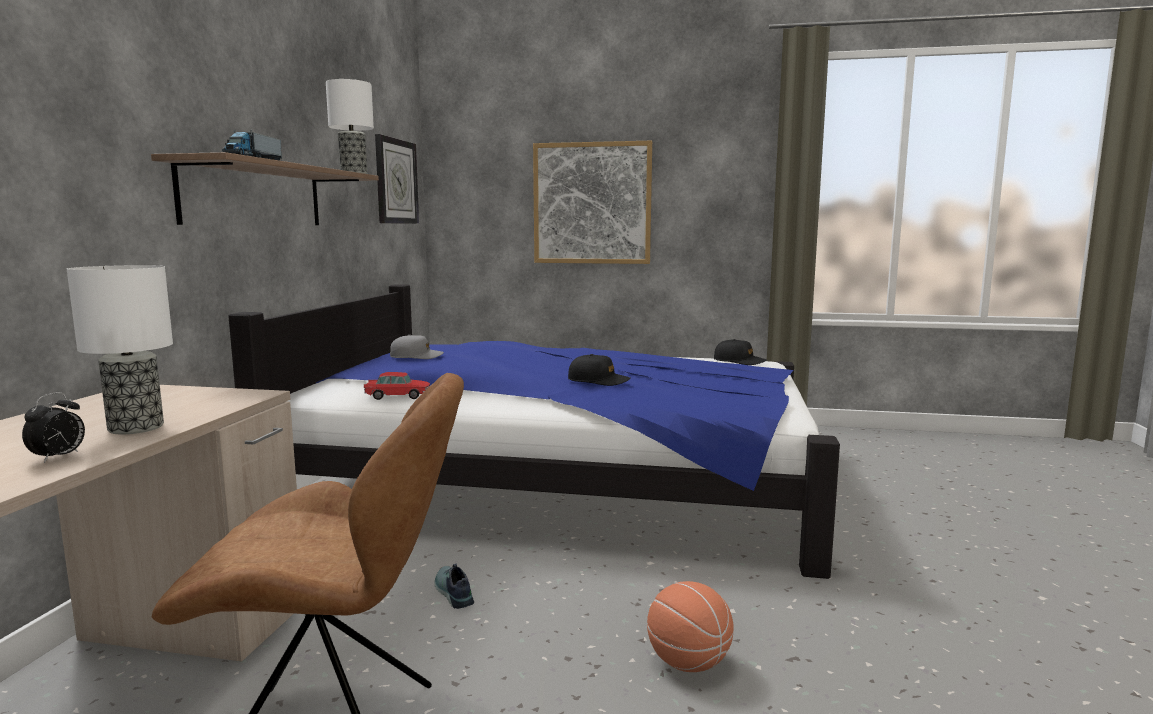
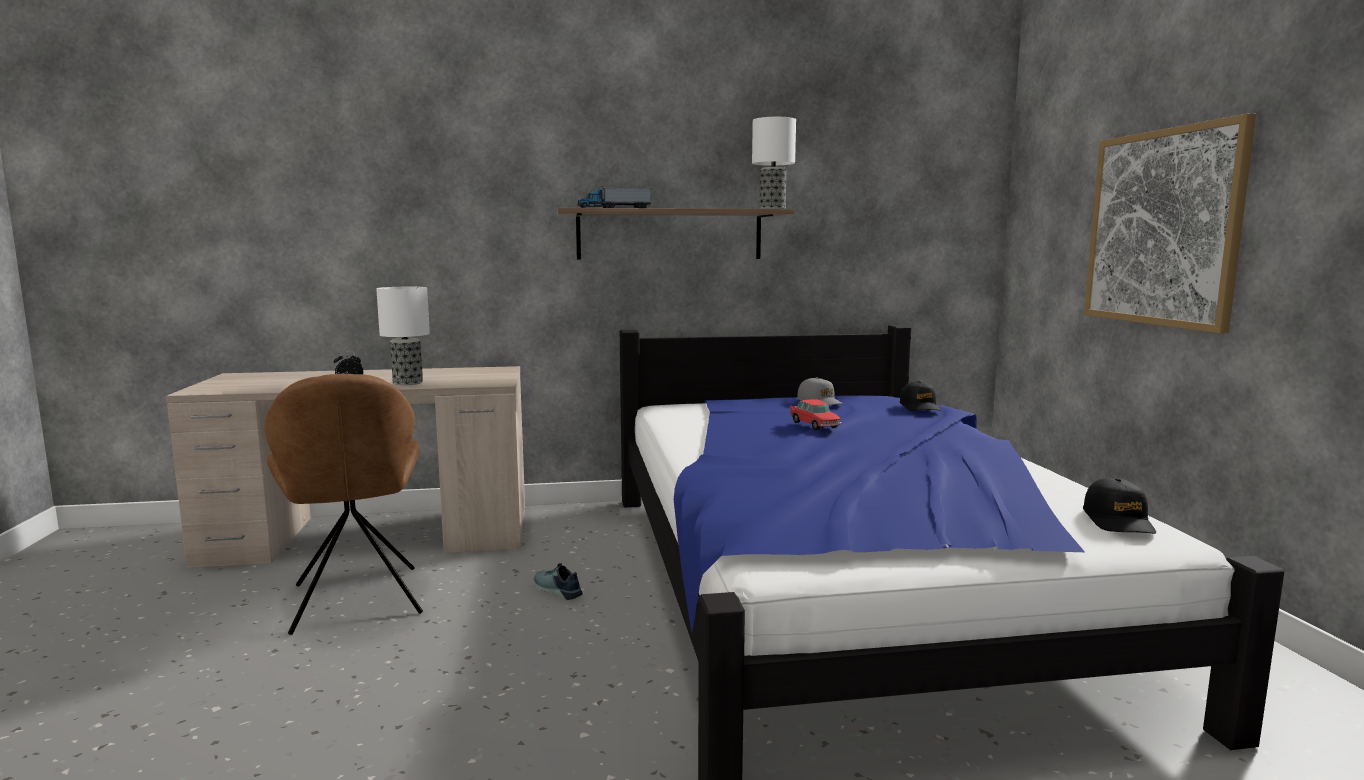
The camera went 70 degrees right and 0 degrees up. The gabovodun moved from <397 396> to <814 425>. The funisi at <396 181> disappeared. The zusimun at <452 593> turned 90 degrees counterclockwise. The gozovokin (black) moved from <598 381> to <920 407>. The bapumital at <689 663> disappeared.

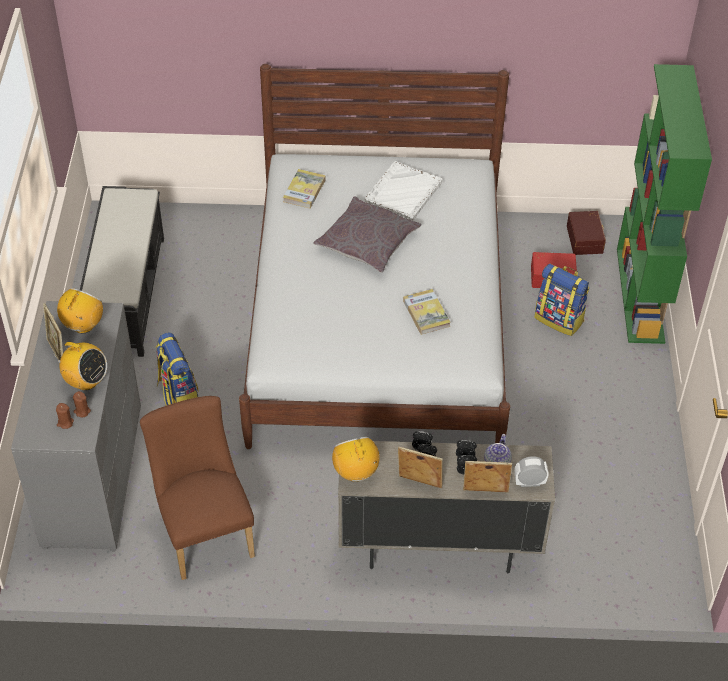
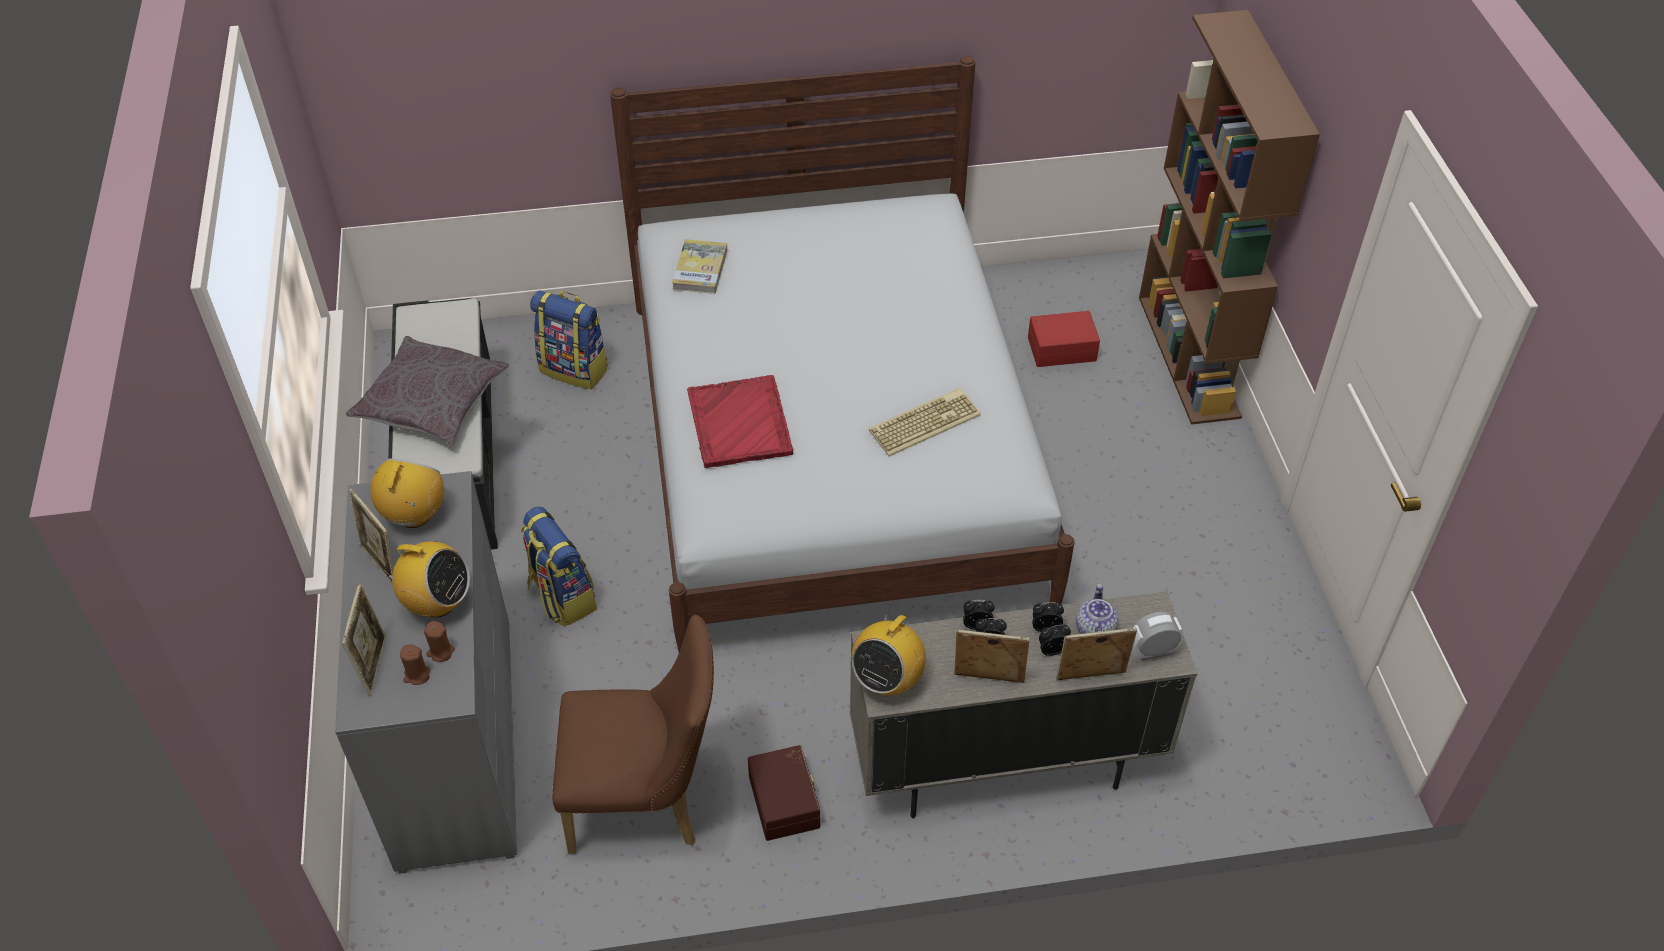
The camera went 10 degrees left and 0 degrees up. The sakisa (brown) at <204 530> turned 120 degrees clockwise. The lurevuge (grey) moved from <367 242> to <431 402>. The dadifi at <356 473> turned 120 degrees counterclockwise. The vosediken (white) at <403 192> disappeared. The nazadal at <426 313> was replaced by the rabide at <924 421>. The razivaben moved from <559 319> to <575 369>. The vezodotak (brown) moved from <585 239> to <786 800>. The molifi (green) at <641 295> became the molifi (brown) at <1189 357>. The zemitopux at <374 664> appeared. The vosediken (red) at <739 424> appeared.

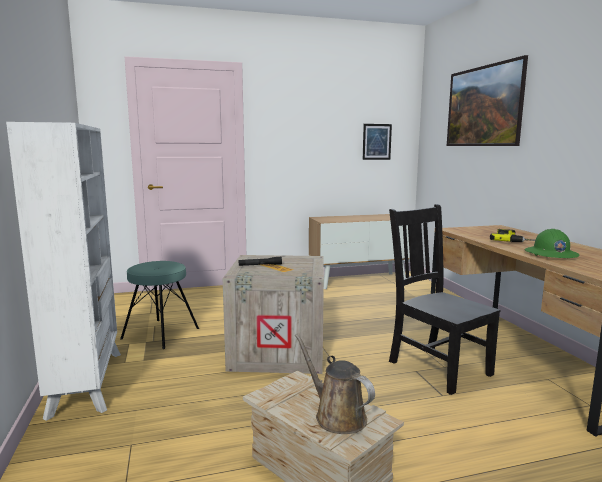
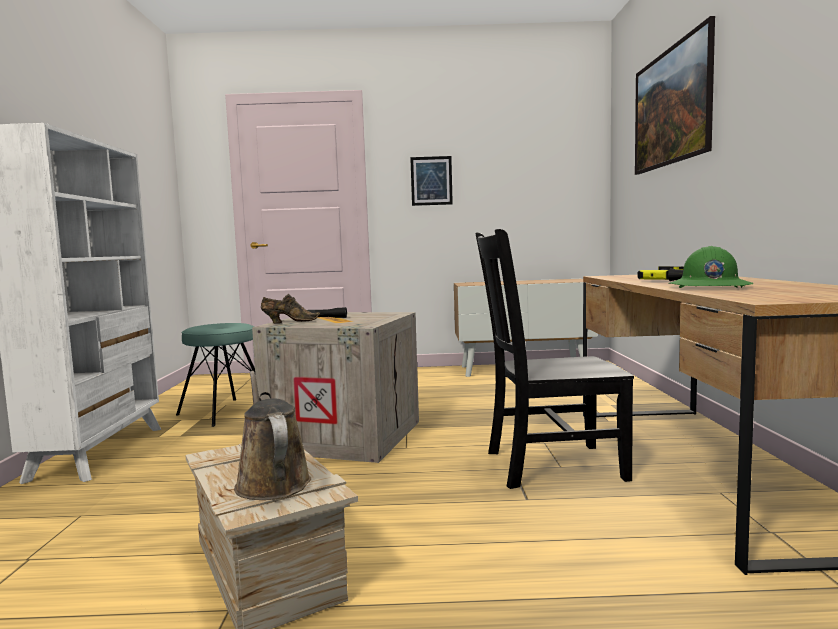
The camera went 15 degrees right and 5 degrees down. The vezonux moved from <376 141> to <431 181>. The sakisa (black) at <436 366> turned 75 degrees counterclockwise. The zusimun (brown) at <289 322> appeared.

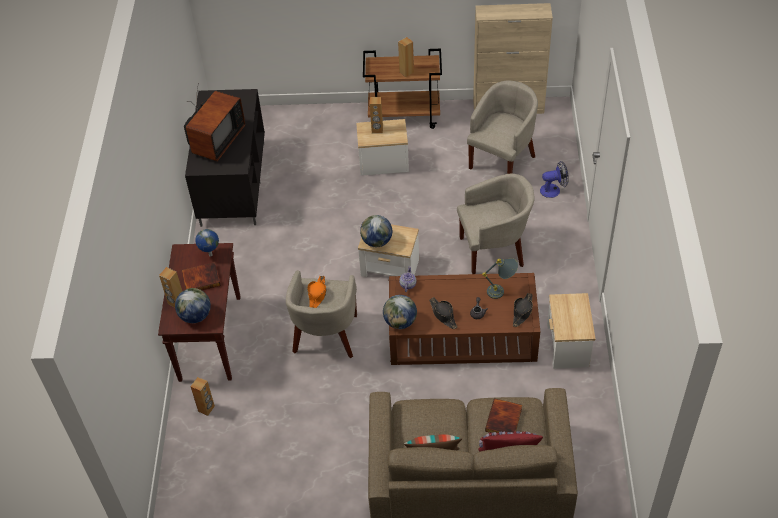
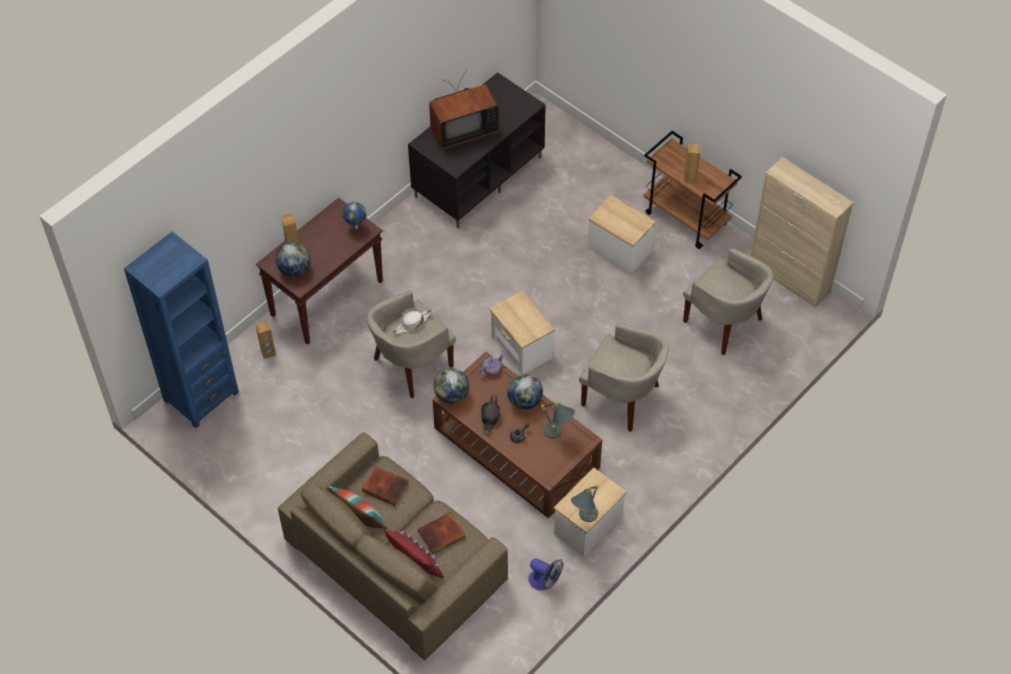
The camera went 40 degrees right and 5 degrees up. The nazadal moved from <201 279> to <386 486>. The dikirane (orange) at <317 295> became the dikirane (white) at <412 323>. The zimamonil moved from <377 241> to <524 401>. The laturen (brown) at <377 130> disappeared. The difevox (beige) at <502 160> turned 60 degrees clockwise. The dikirane (black) at <522 312> disappeared. The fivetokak moved from <553 190> to <545 582>. The molifi (blue) at <201 396> appeared. The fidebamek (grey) at <584 519> appeared.

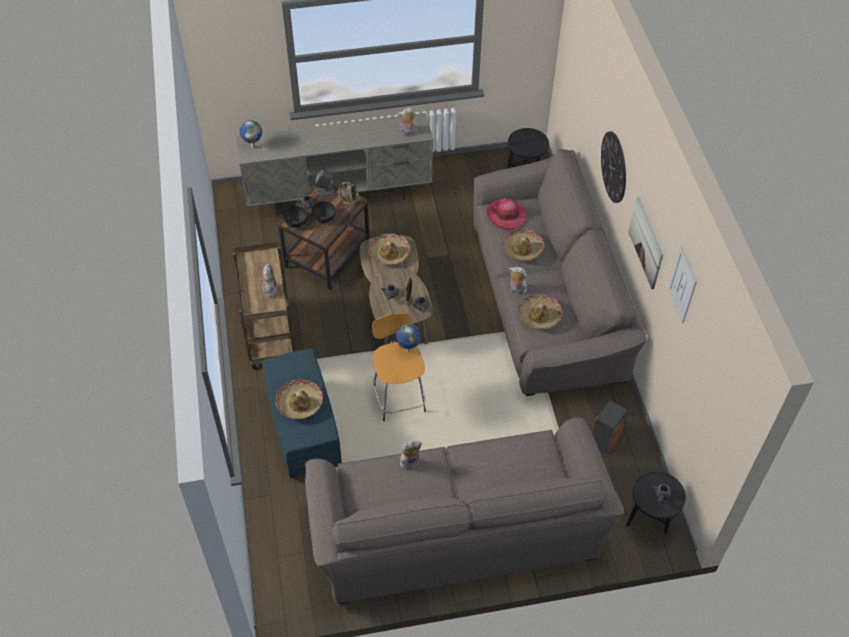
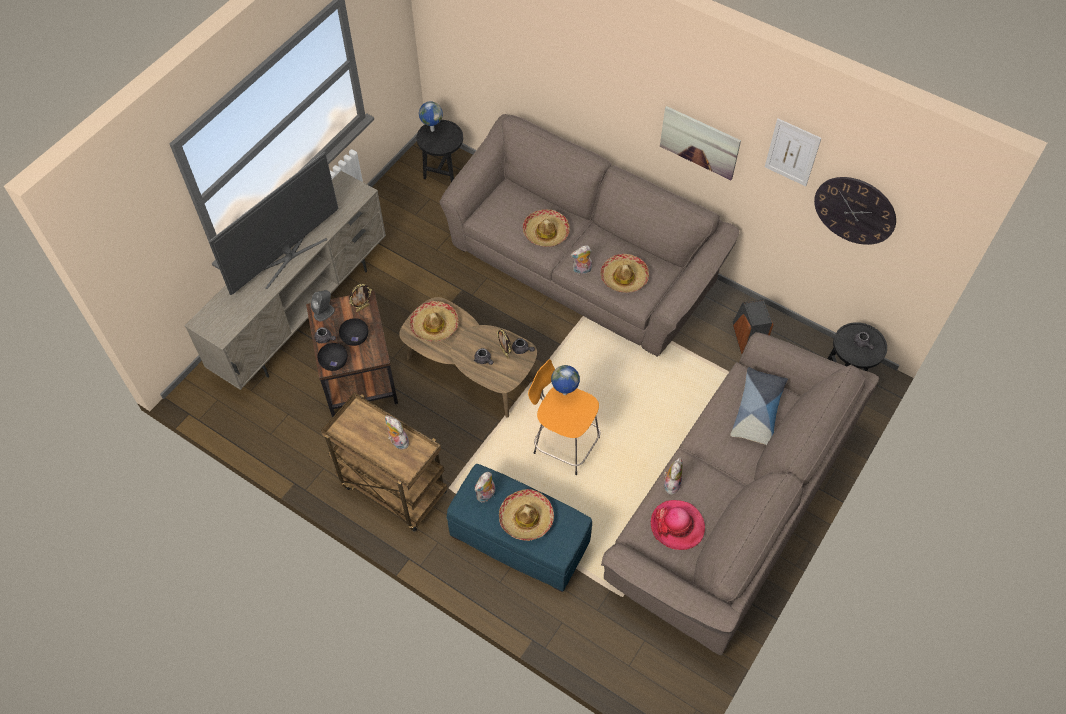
The camera went 45 degrees left and 5 degrees up. The zimamonil moved from <253 147> to <432 130>. The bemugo moved from <408 132> to <486 495>. The dikirane moved from <506 215> to <677 526>. The funisi moved from <614 167> to <855 210>. The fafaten at <288 256> appeared. The lurevuge at <758 411> appeared.

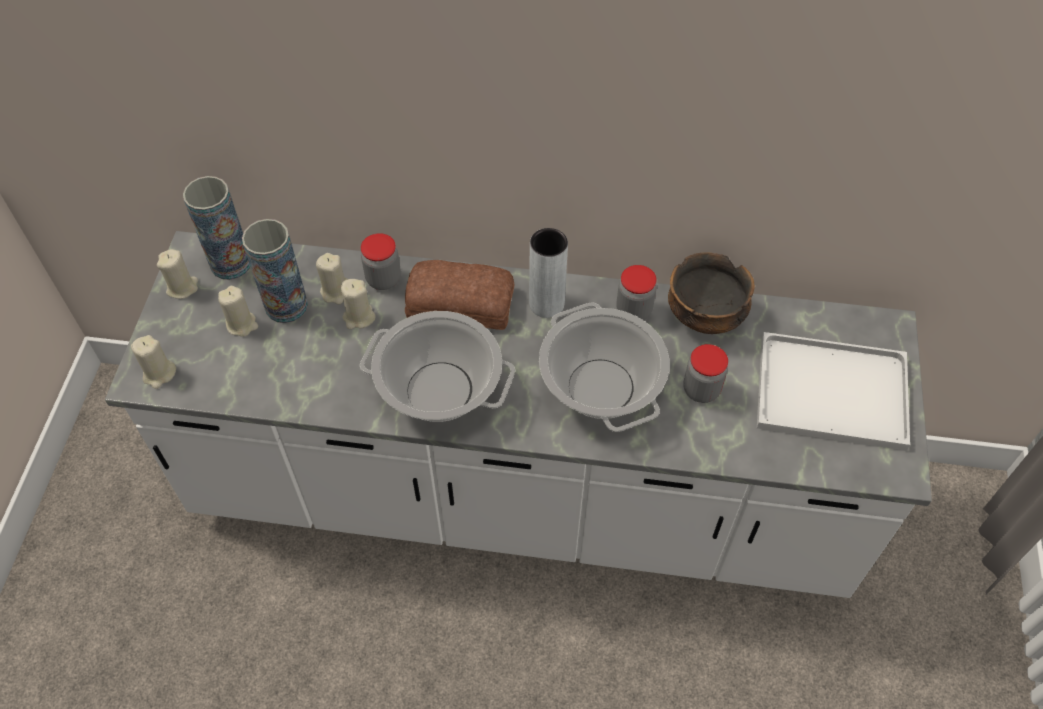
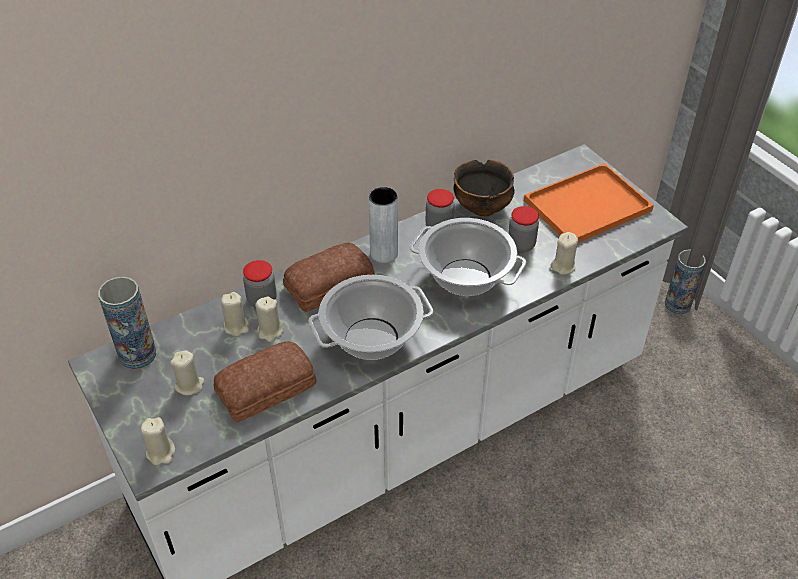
The camera went 40 degrees left and 10 degrees down. The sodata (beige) moved from <182 287> to <563 266>. The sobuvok moved from <286 305> to <677 304>. The vosediken (white) at <828 393> became the vosediken (orange) at <586 207>. The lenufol at <267 388> appeared.

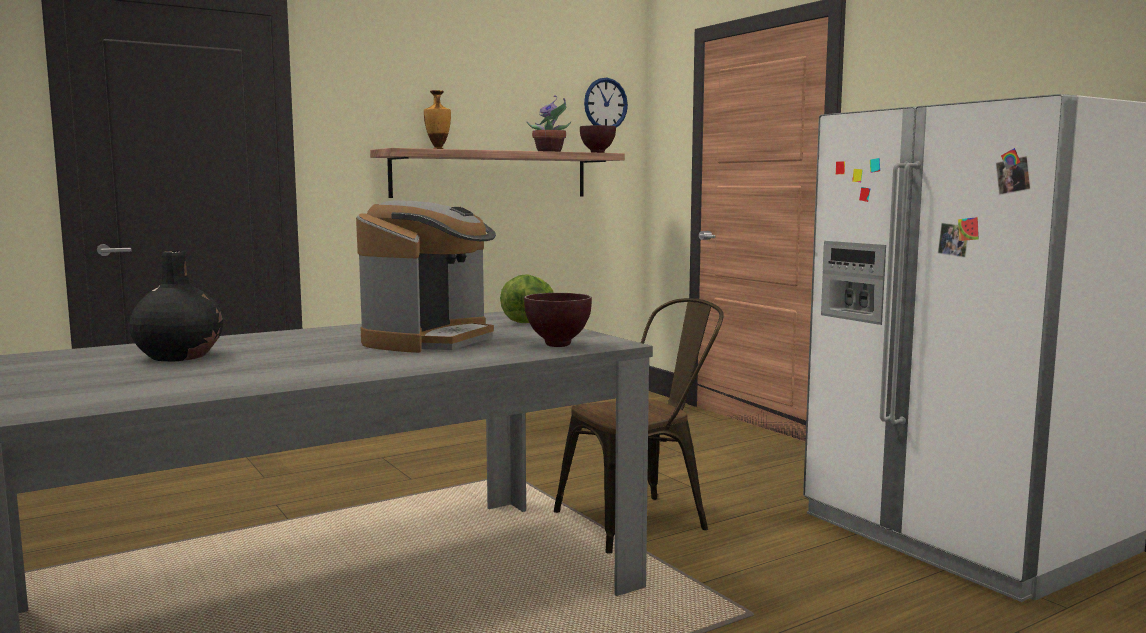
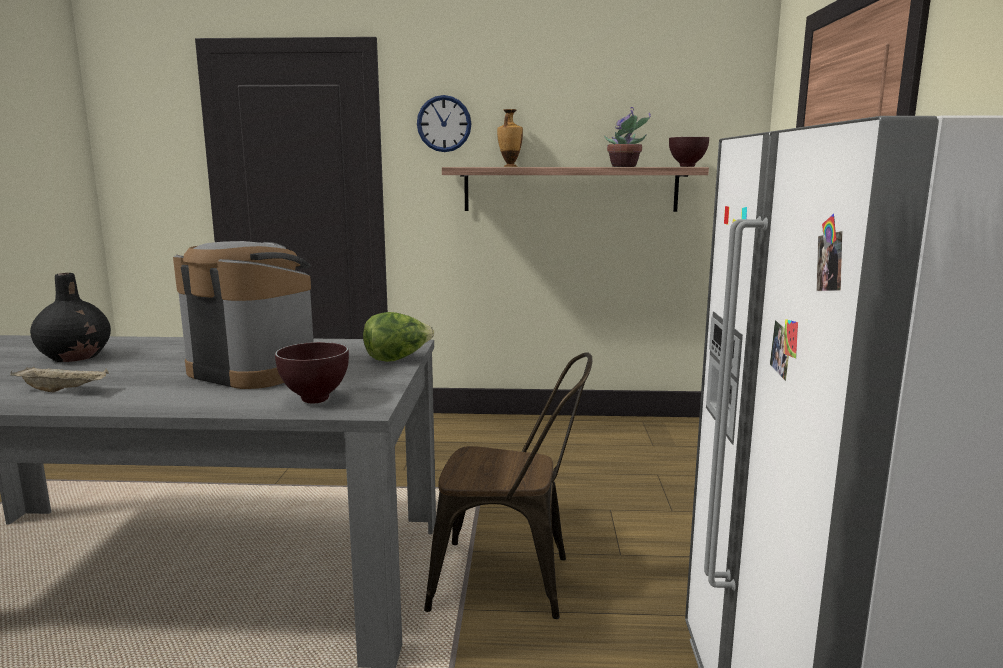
The camera went 35 degrees right and 5 degrees up. The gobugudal at <430 340> turned 120 degrees counterclockwise. The funisi moved from <605 104> to <444 123>. The vosediken (beige) at <64 390> appeared.

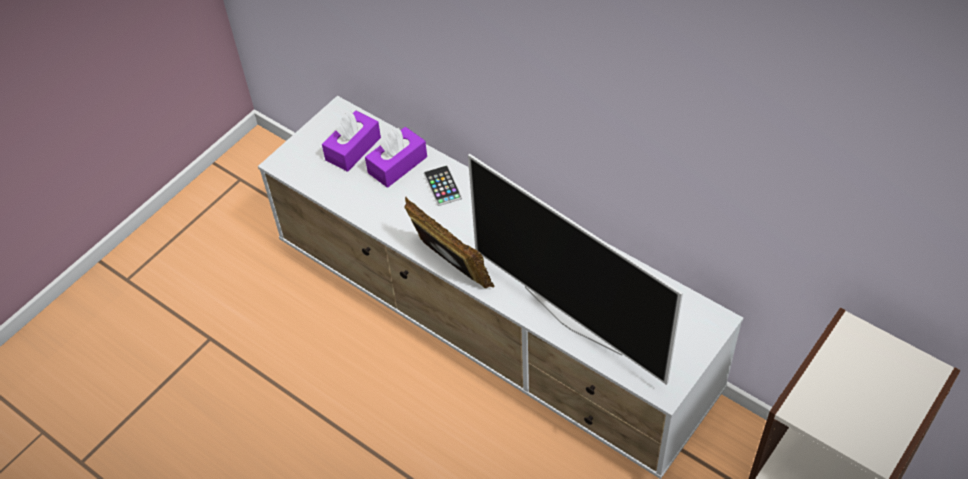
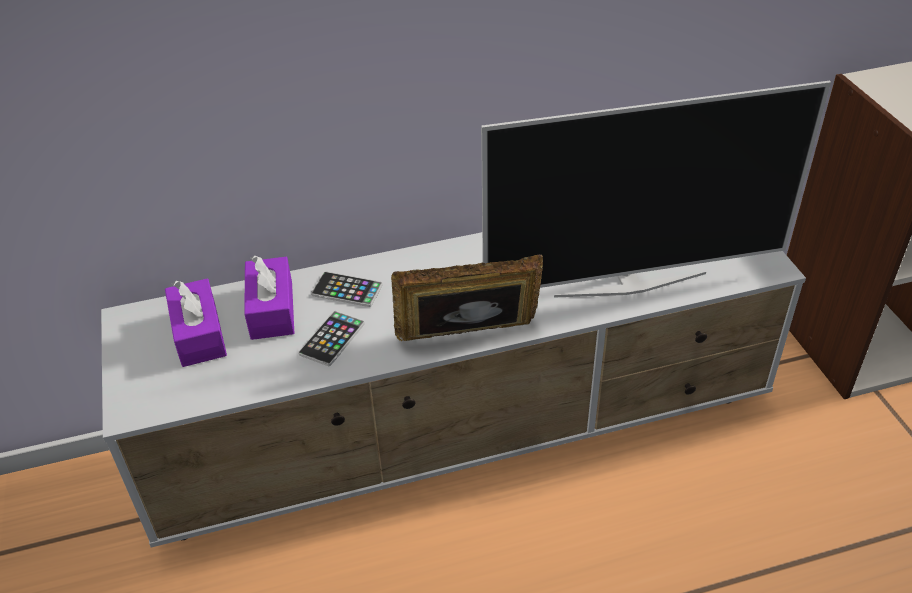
The camera went 55 degrees left and 10 degrees down. The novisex at <332 339> appeared.

